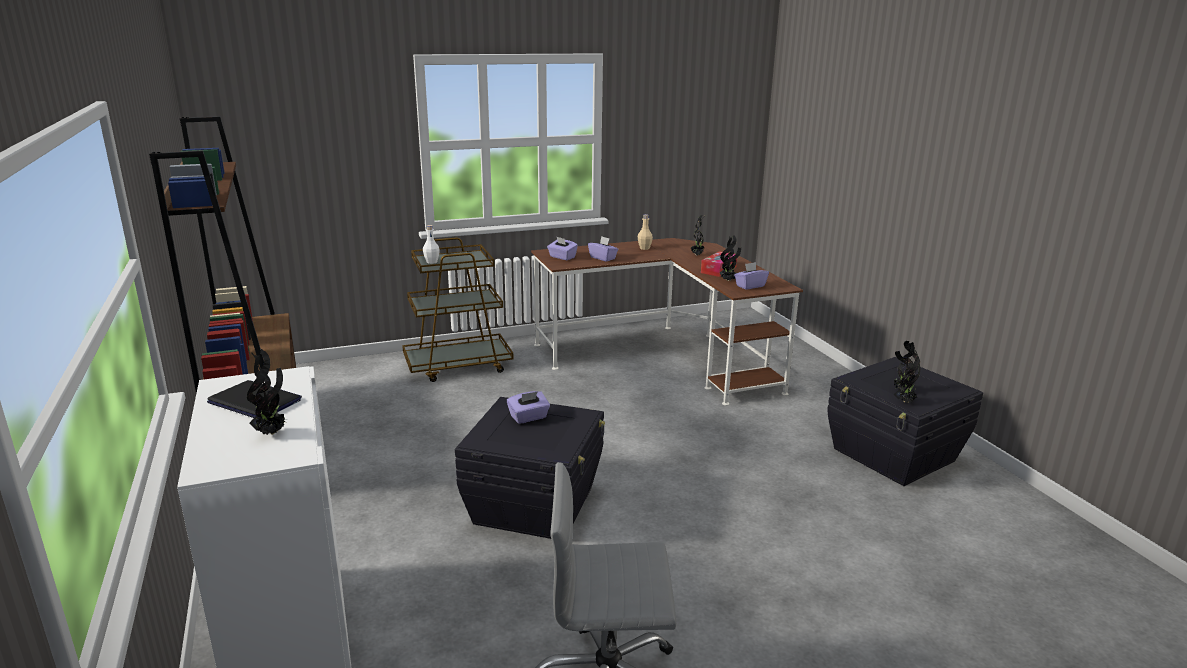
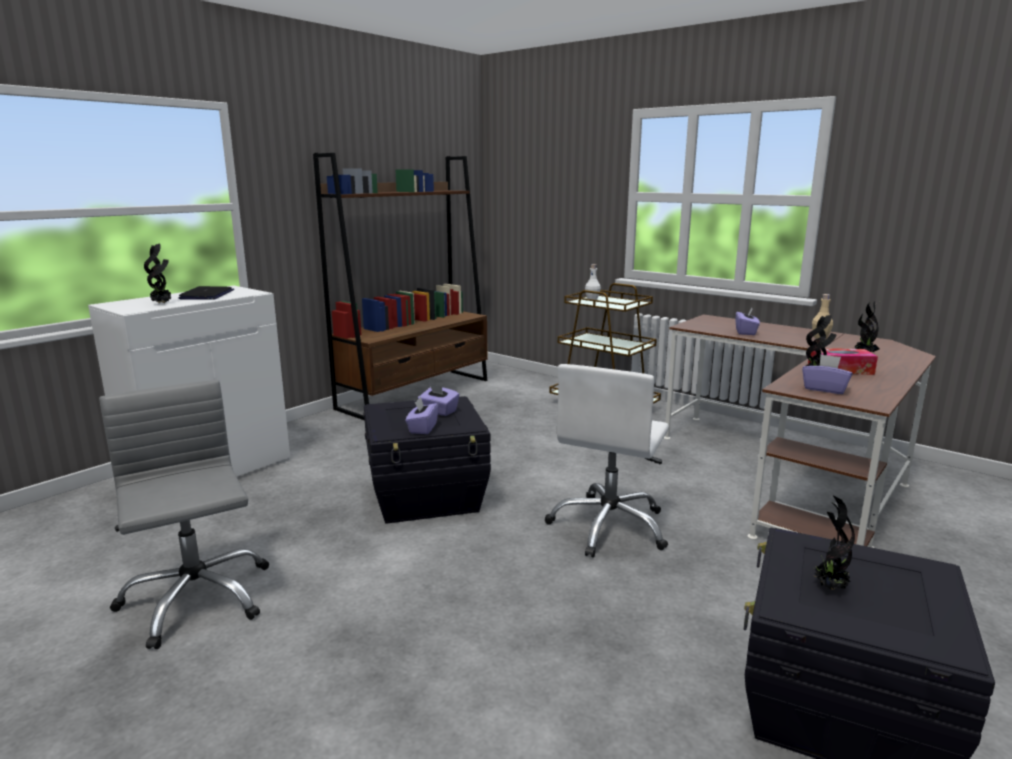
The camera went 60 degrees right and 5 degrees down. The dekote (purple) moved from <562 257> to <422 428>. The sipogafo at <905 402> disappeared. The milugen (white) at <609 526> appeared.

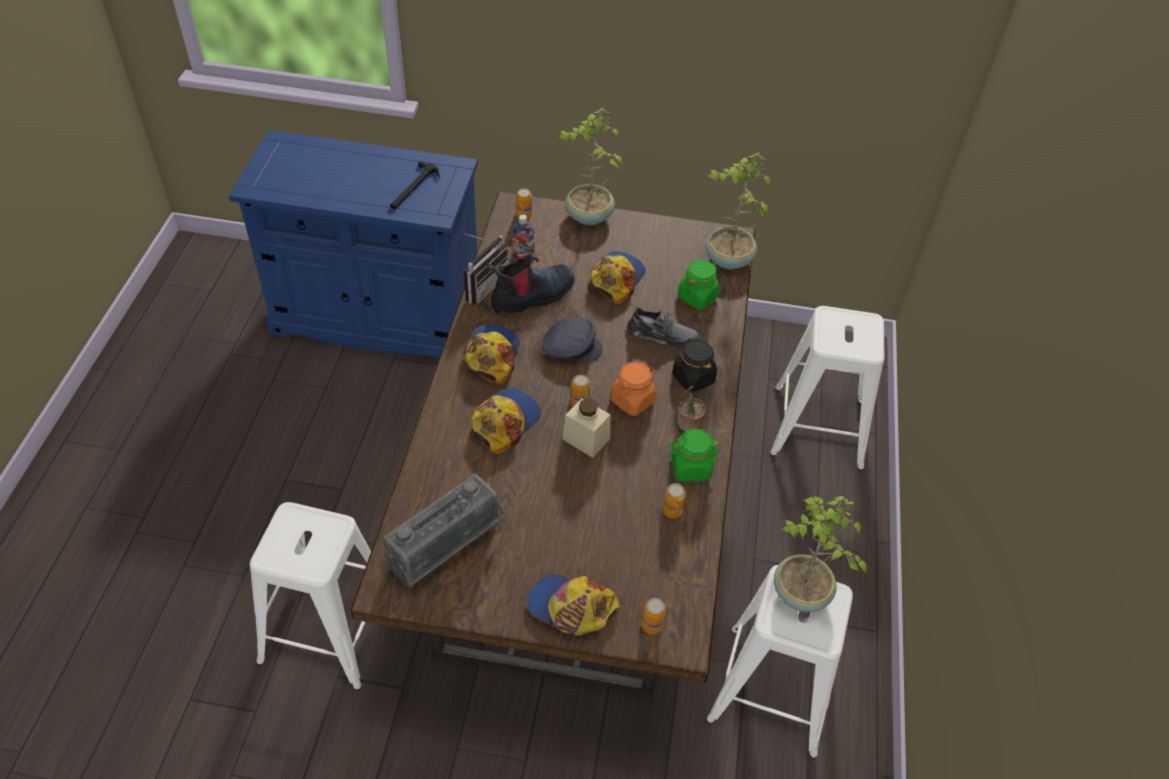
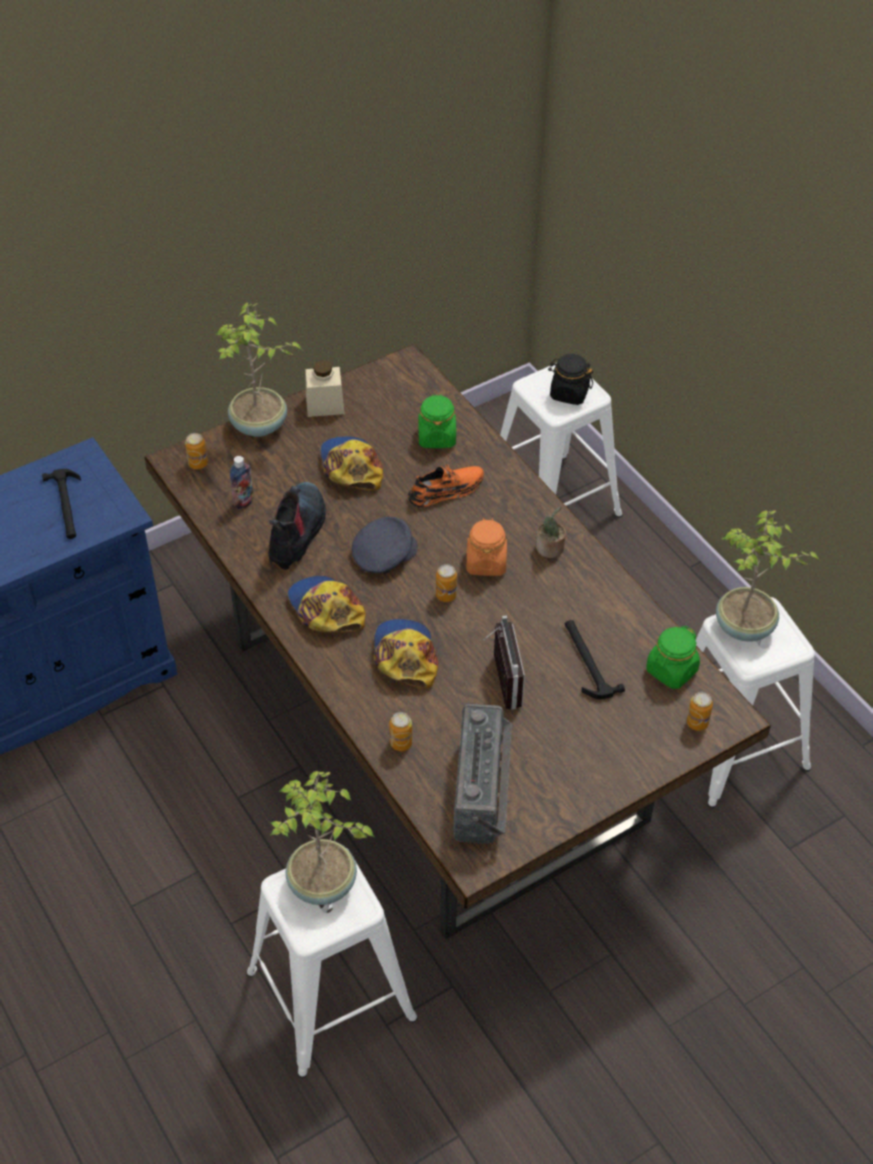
The camera went 40 degrees left and 0 degrees up. The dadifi moved from <482 285> to <498 682>. The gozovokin at <571 608> disappeared. The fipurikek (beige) moved from <586 439> to <325 405>. The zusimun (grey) at <662 335> became the zusimun (orange) at <446 490>. The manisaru moved from <672 511> to <401 743>. The fipurikek (green) moved from <690 467> to <671 671>. The fipurikek (black) moved from <693 378> to <569 393>. The sipogafo moved from <727 260> to <322 885>. The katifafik at <586 661> appeared.

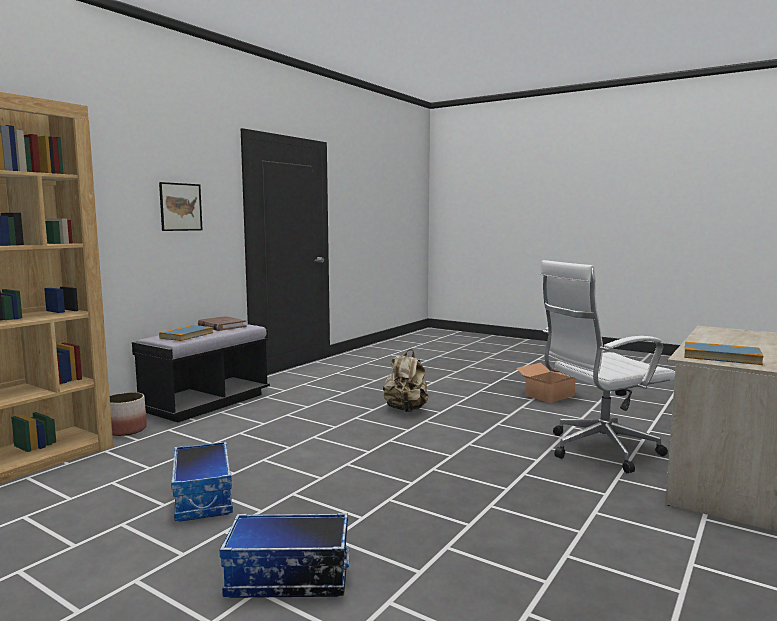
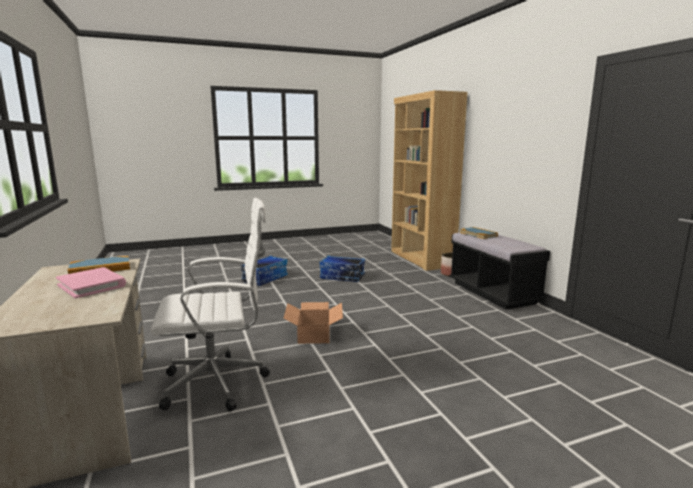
The camera went 125 degrees right and 5 degrees up. The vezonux at <180 207> disappeared. The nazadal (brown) at <221 326> disappeared. The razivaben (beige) at <406 410> disappeared. The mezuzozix moved from <550 395> to <313 334>. The milugen (white) at <597 450> turned 60 degrees clockwise. The nazadal (pink) at <92 285> appeared.

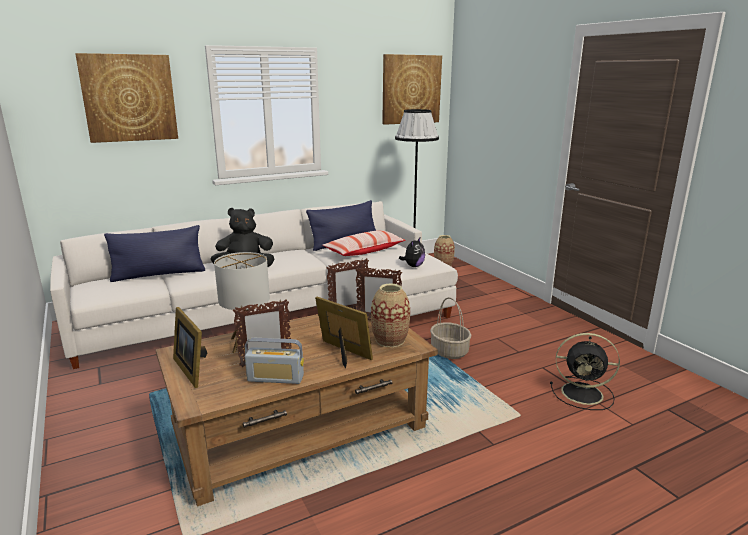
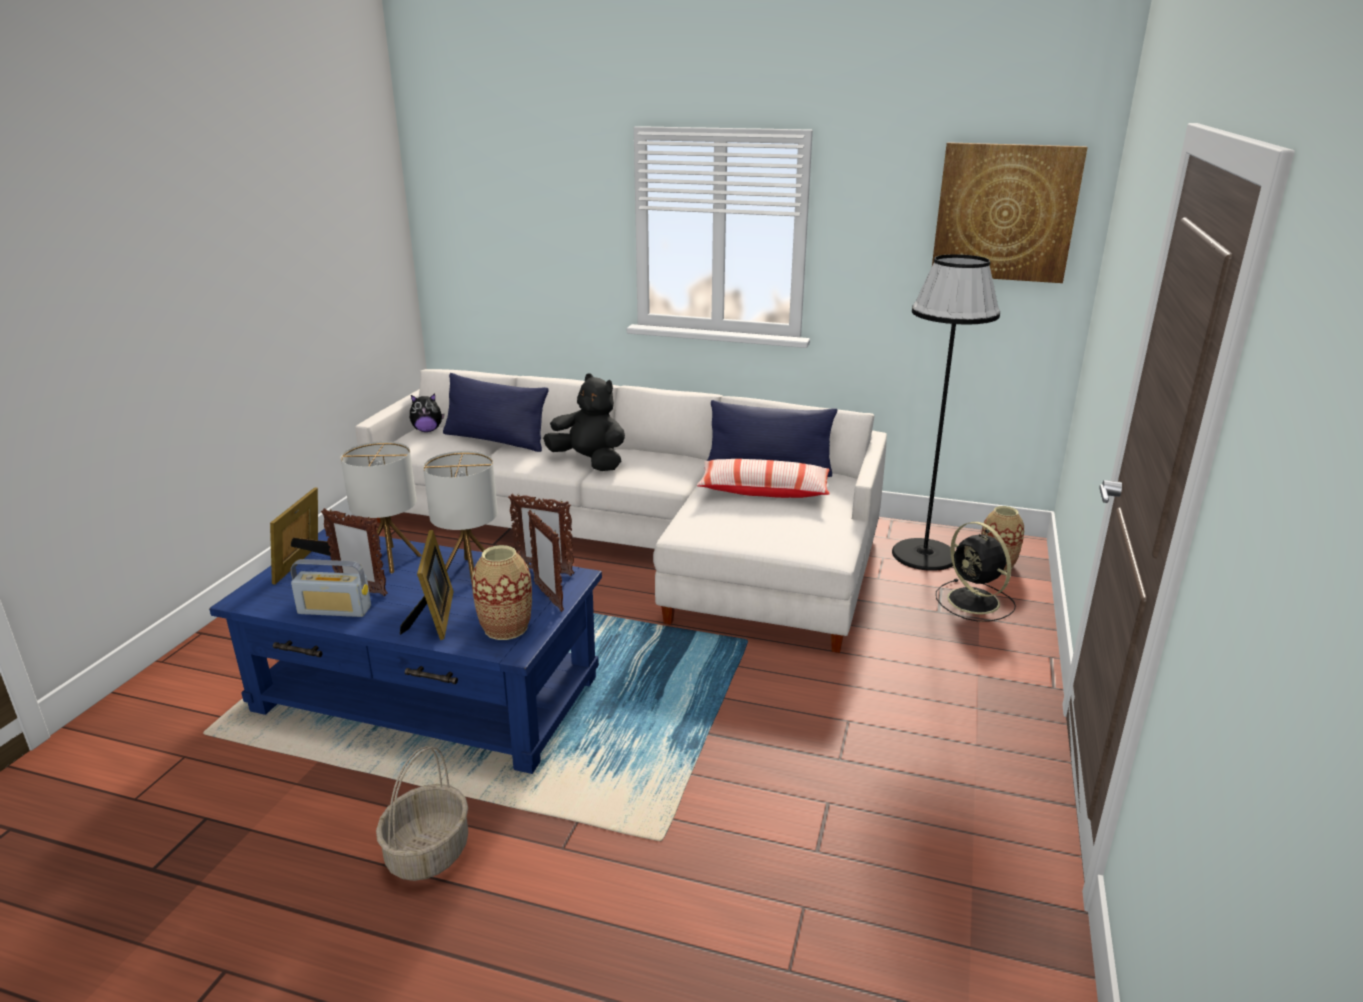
The camera went 45 degrees right and 5 degrees up. The vezonux at <129 98> disappeared. The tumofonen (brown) at <301 429> became the tumofonen (blue) at <428 695>. The dadifi at <275 378> turned 45 degrees counterclockwise. The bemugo moved from <413 266> to <427 430>. The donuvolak moved from <449 351> to <428 852>. The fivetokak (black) moved from <584 393> to <975 602>. The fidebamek at <470 572> appeared.

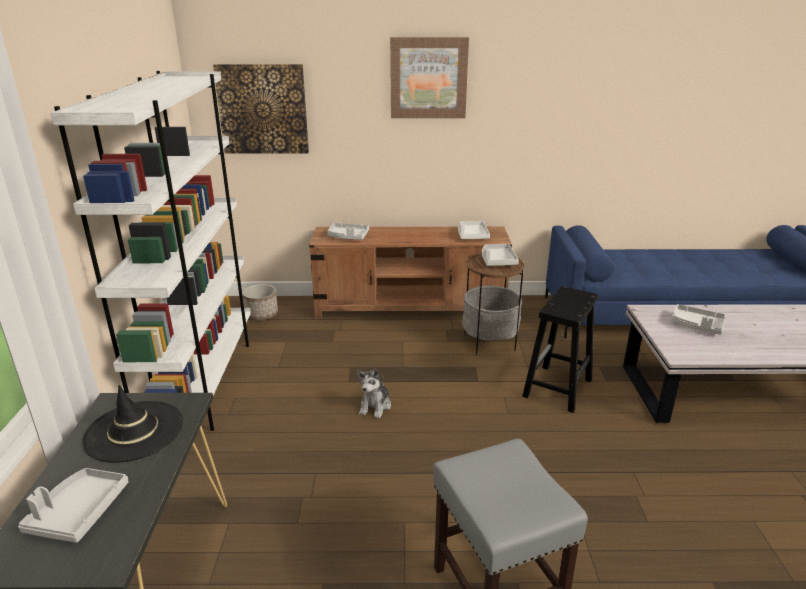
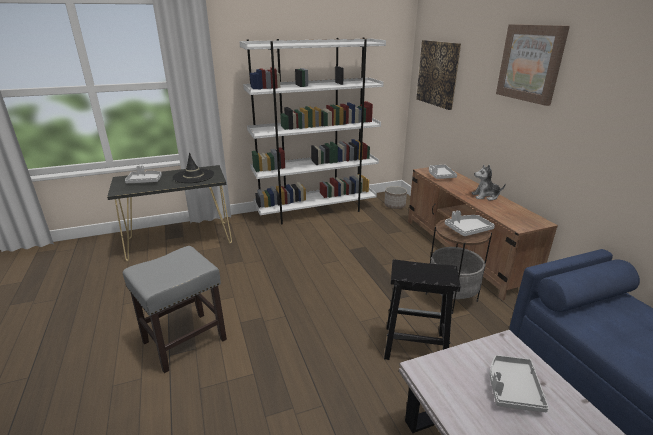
The camera went 70 degrees right and 0 degrees up. The bemugo moved from <375 406> to <485 196>. The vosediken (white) at <472 235> disappeared.

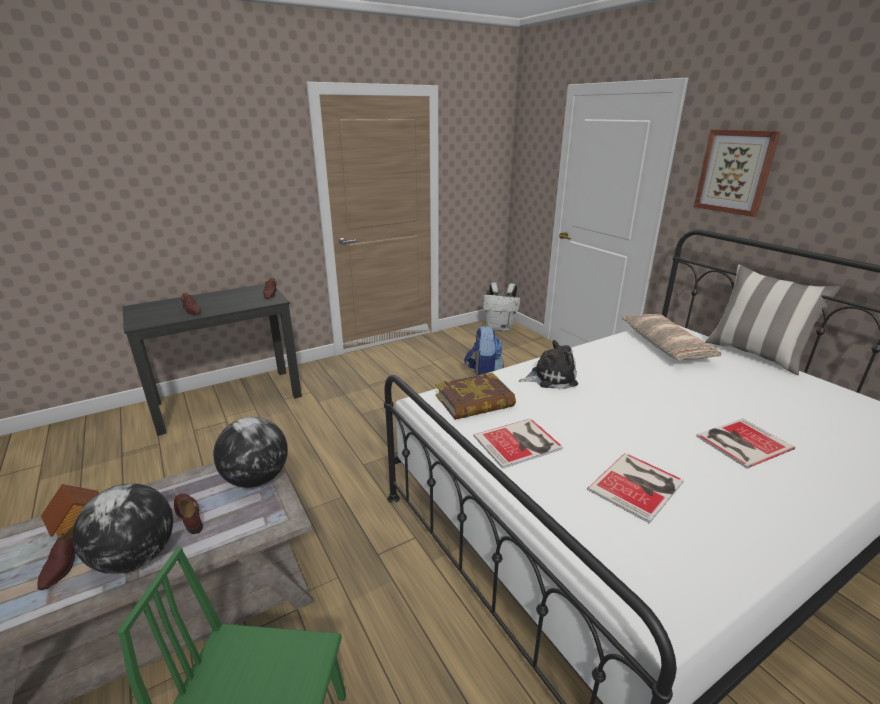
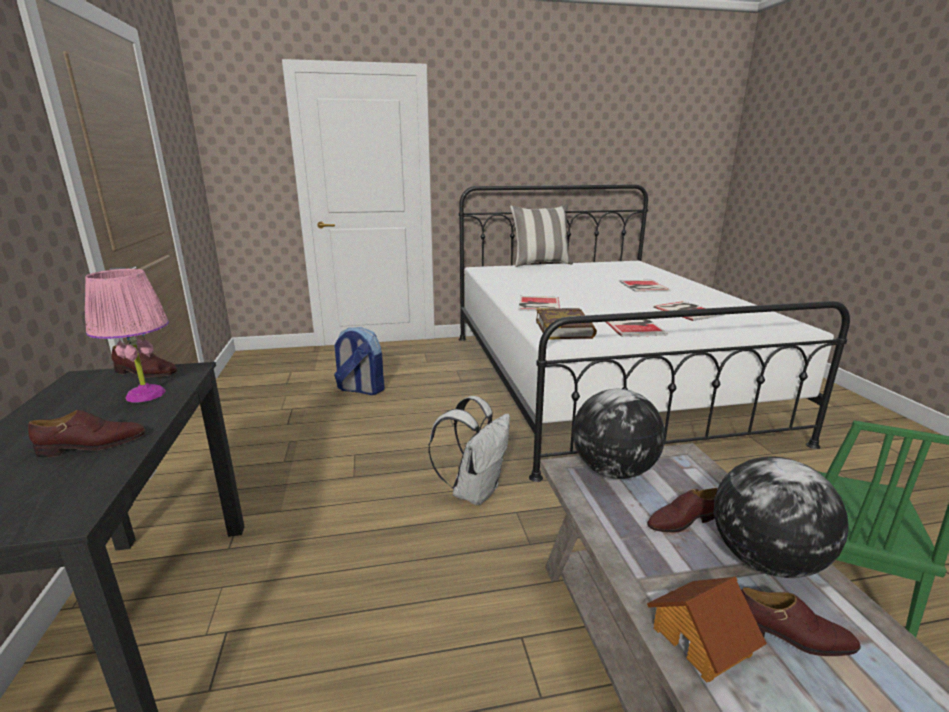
The camera went 70 degrees left and 5 degrees down. The razivaben (white) moved from <500 328> to <475 491>. The bemugo at <550 377> was replaced by the nazadal at <537 304>. The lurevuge at <665 346> disappeared. The vezonux at <735 172> disappeared. The fidebamek (pink) at <145 395> appeared.

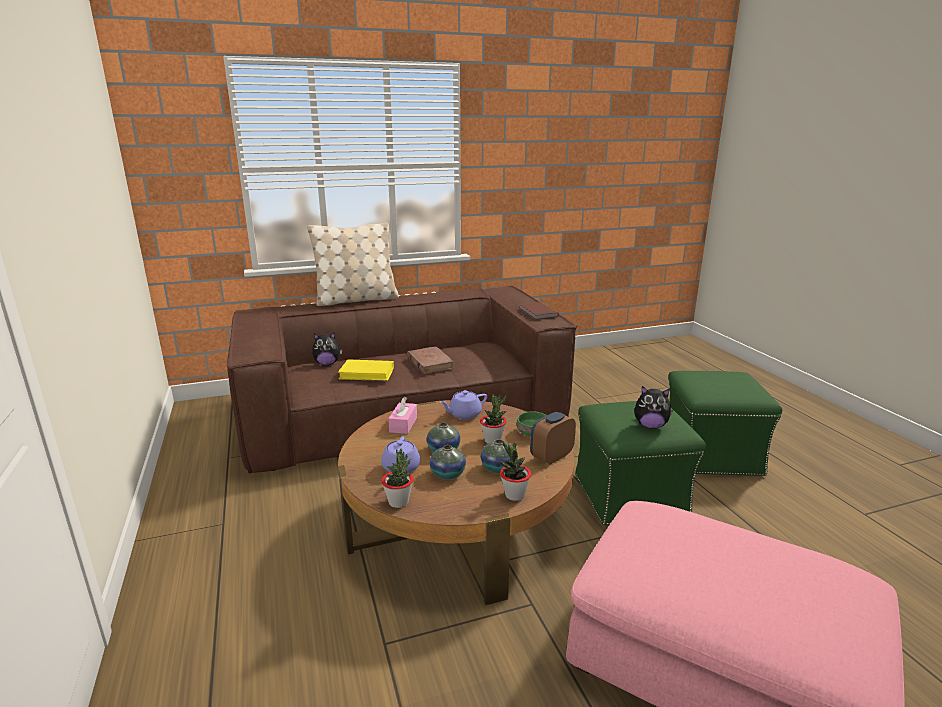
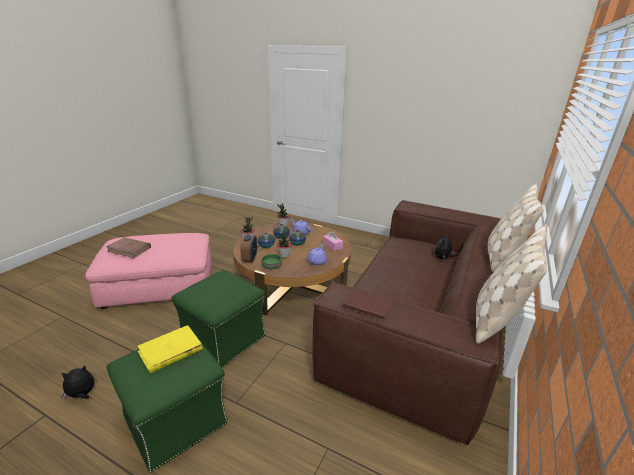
The camera went 135 degrees right and 5 degrees up. The nazadal (yellow) moved from <367 373> to <170 351>. The nazadal (brown) moved from <430 363> to <129 249>. The bemugo moved from <650 426> to <82 394>. The lurevuge (beige) at <497 318> appeared.

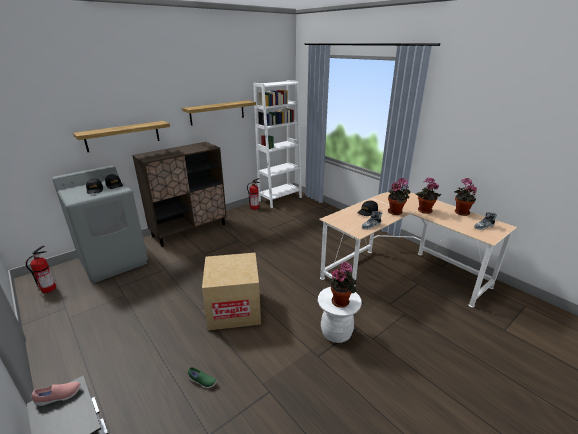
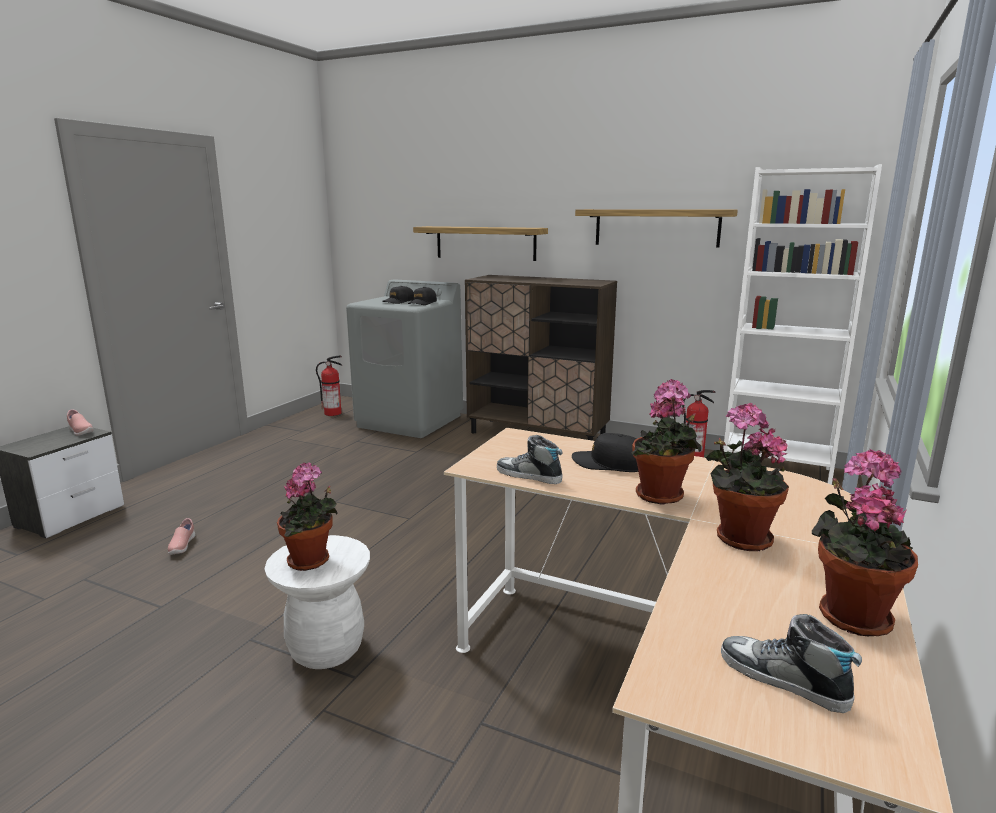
The camera went 65 degrees right and 10 degrees down. The zusimun (green) at <202 382> became the zusimun (pink) at <182 546>. The mezuzozix at <234 309> disappeared.

